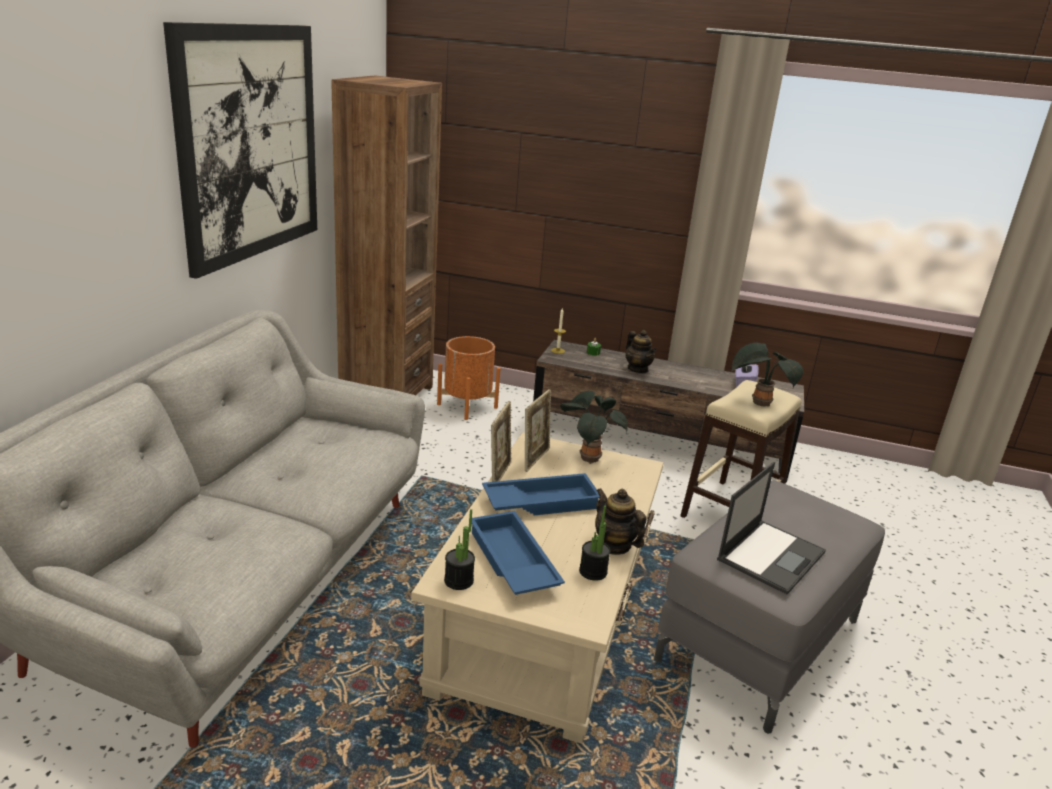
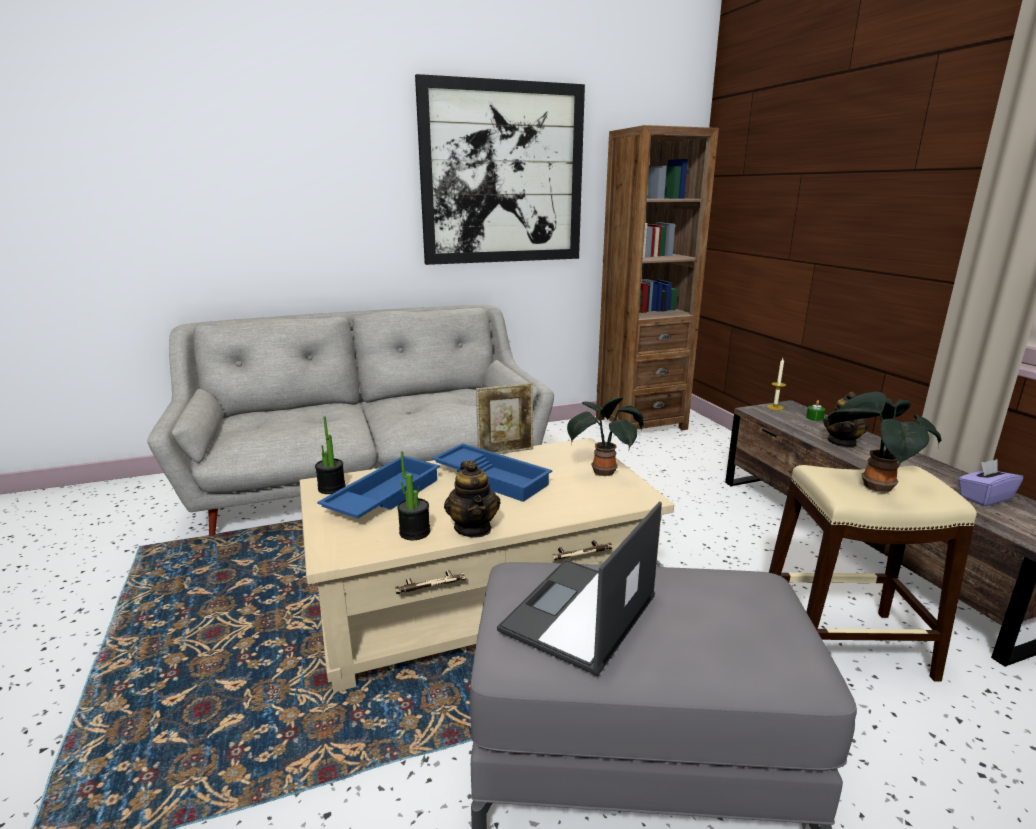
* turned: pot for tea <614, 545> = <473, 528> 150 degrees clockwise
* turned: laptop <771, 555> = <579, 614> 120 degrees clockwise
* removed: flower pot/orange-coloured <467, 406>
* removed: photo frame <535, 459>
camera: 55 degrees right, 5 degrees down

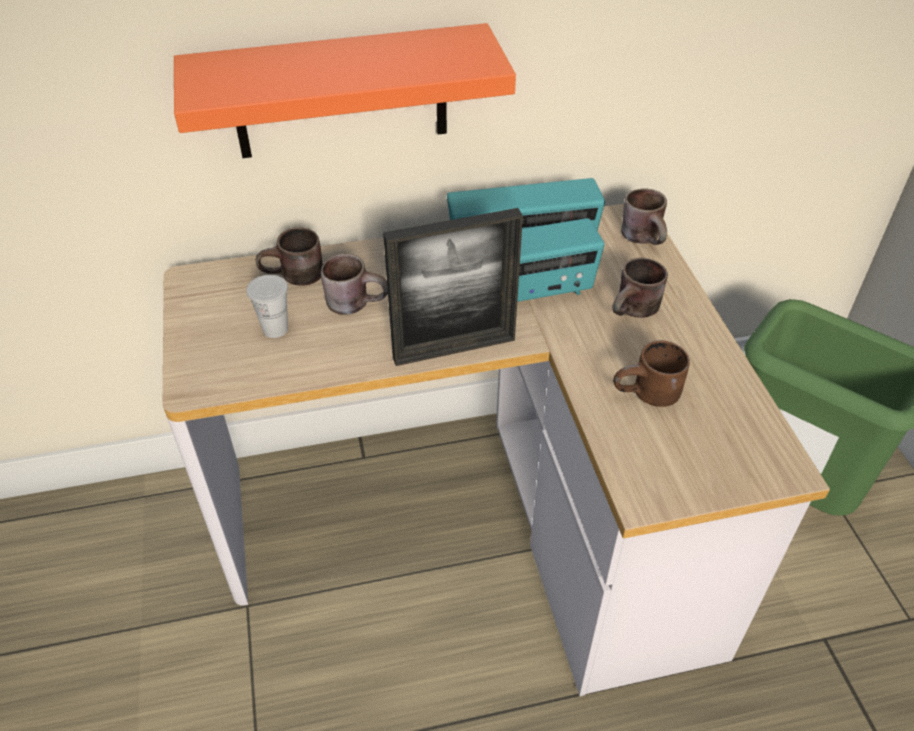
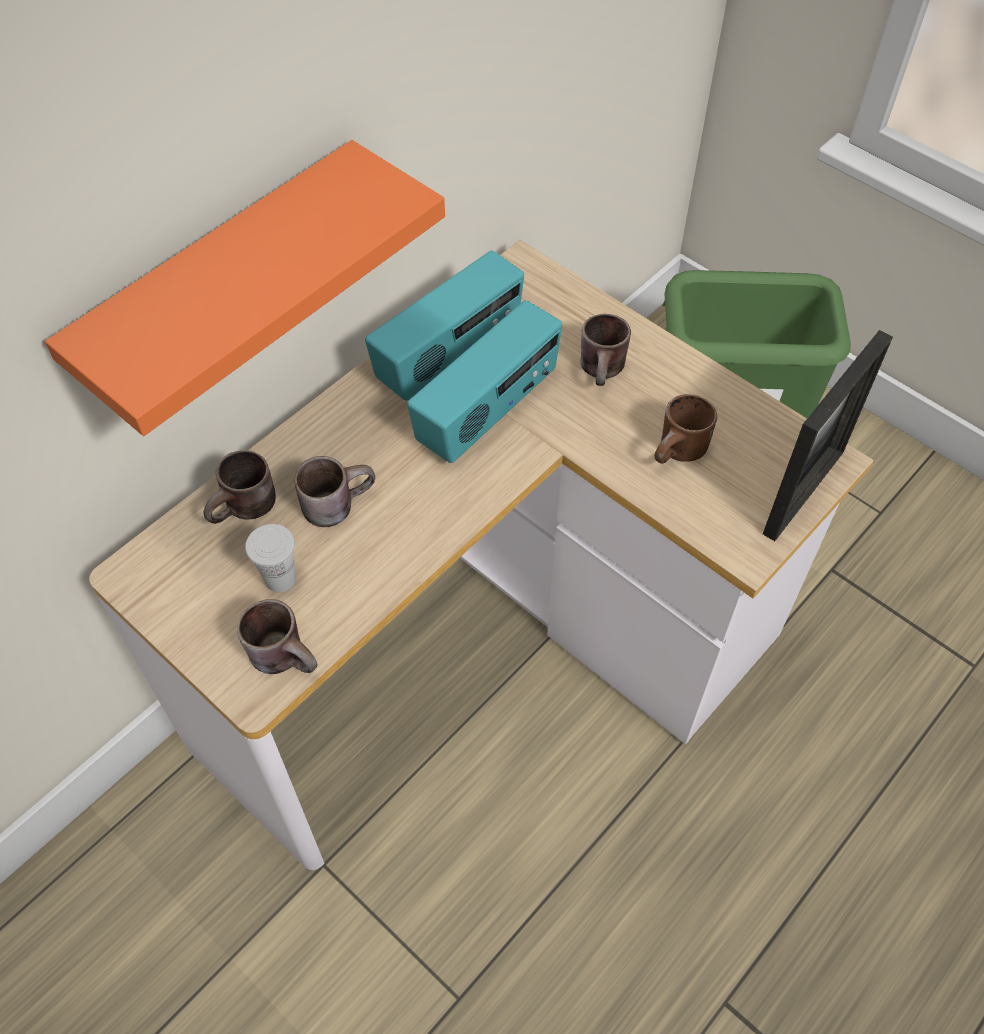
* moved: mug/brown-coloured <647, 238> to <287, 654>
* moved: photo frame <454, 349> to <803, 492>
camera: 35 degrees left, 10 degrees up

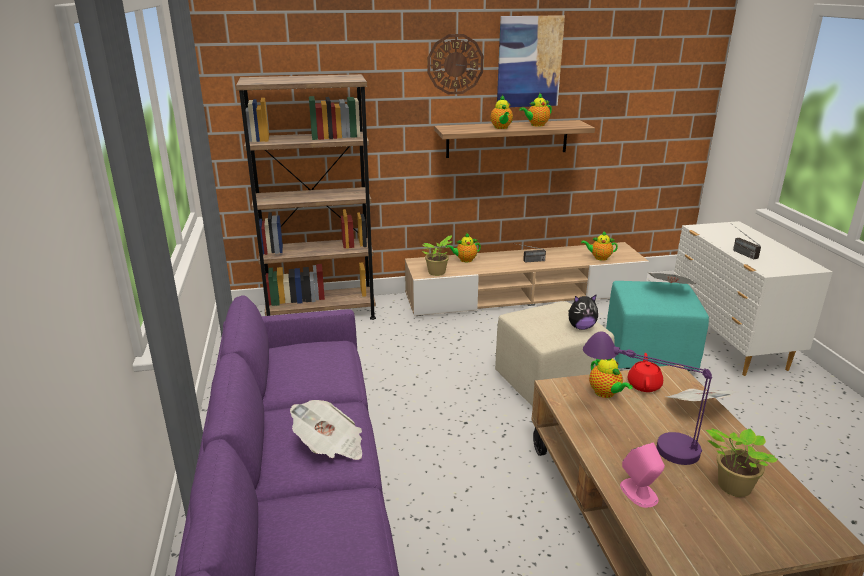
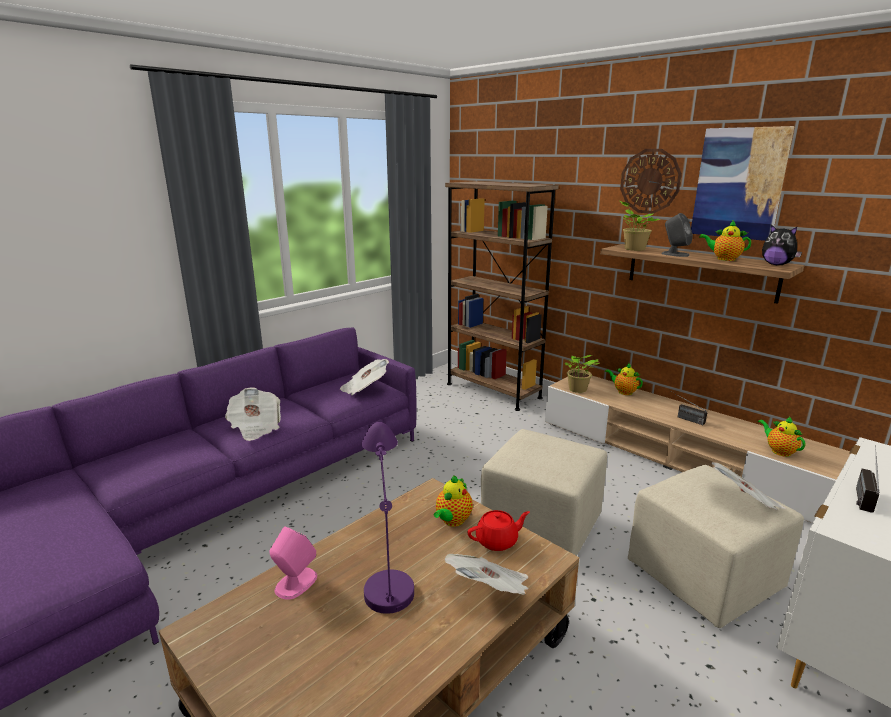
* added: newspaper <364, 389>
* moved: plant in a pot <731, 487> to <633, 249>
* recoloured: pouffe/turquoise-coloured <650, 354> to pouffe/beige <705, 578>
* replaced: pot for tea <501, 128> to audio speaker/grey <674, 254>
* moved: plush toy <581, 327> to <776, 265>
camera: 55 degrees right, 5 degrees down

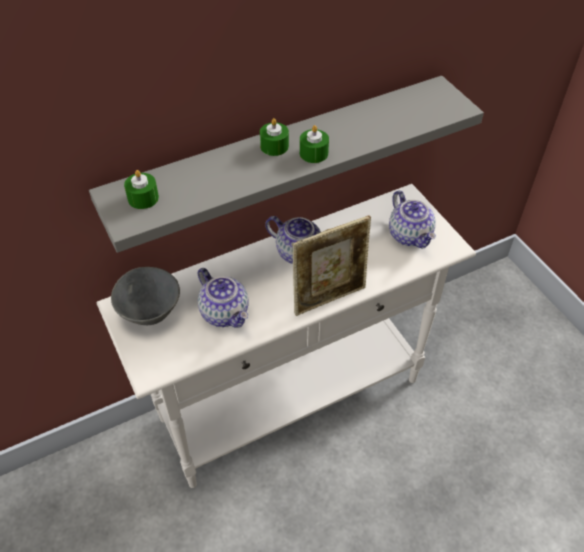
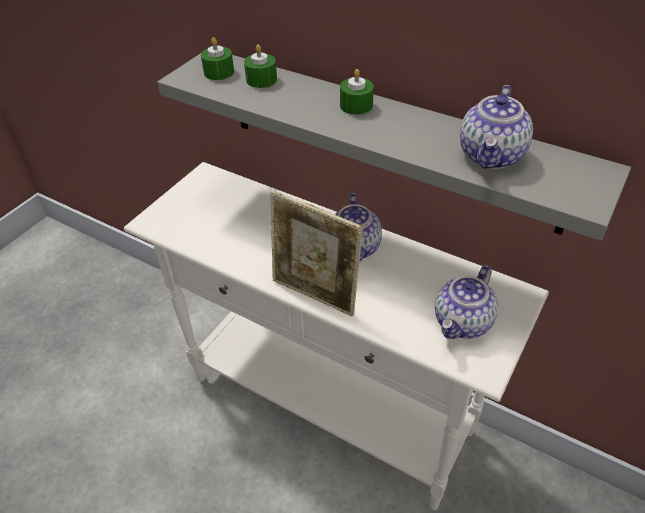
* moved: candle/greenish <313, 153> to <261, 80>
* moved: pot for tea <225, 313> to <492, 156>
* removed: bowl/grey <148, 313>
camera: 60 degrees right, 5 degrees down

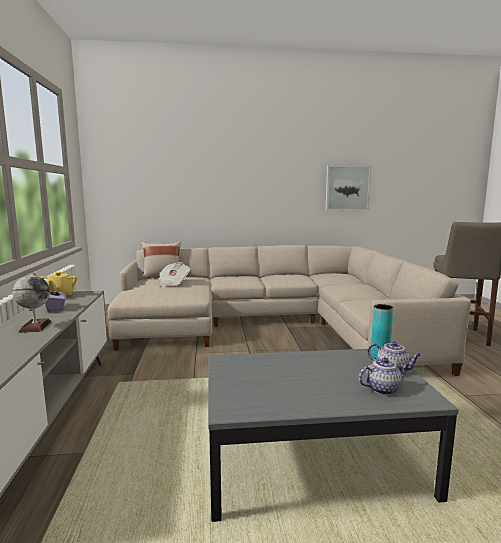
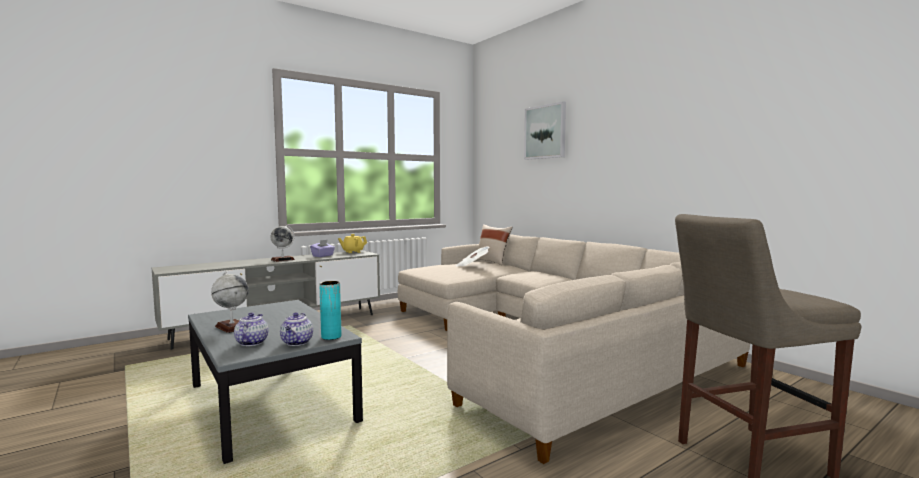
* added: desk globe <232, 327>
* turned: pot for tea <383, 389> = <251, 342> 135 degrees counterclockwise
* moved: wall picture <347, 188> to <545, 132>
camera: 60 degrees right, 5 degrees down

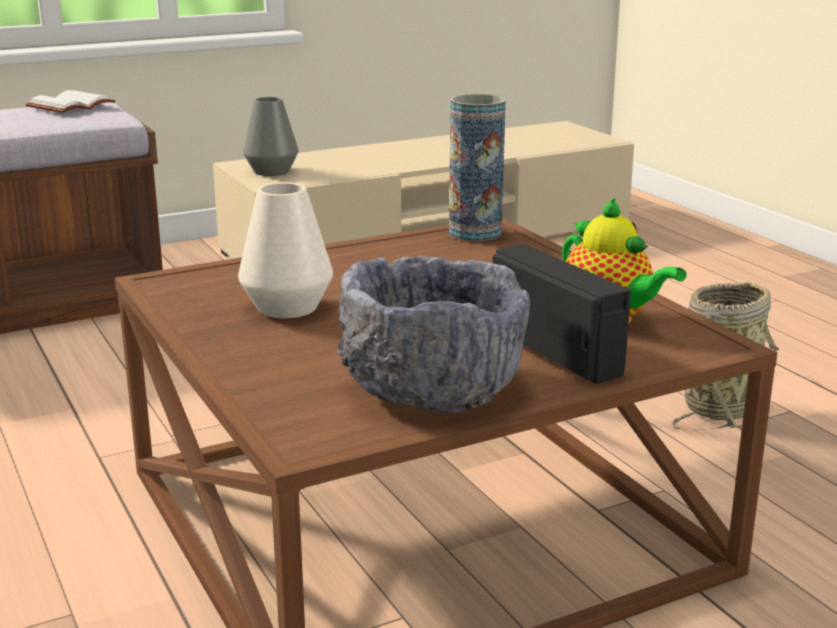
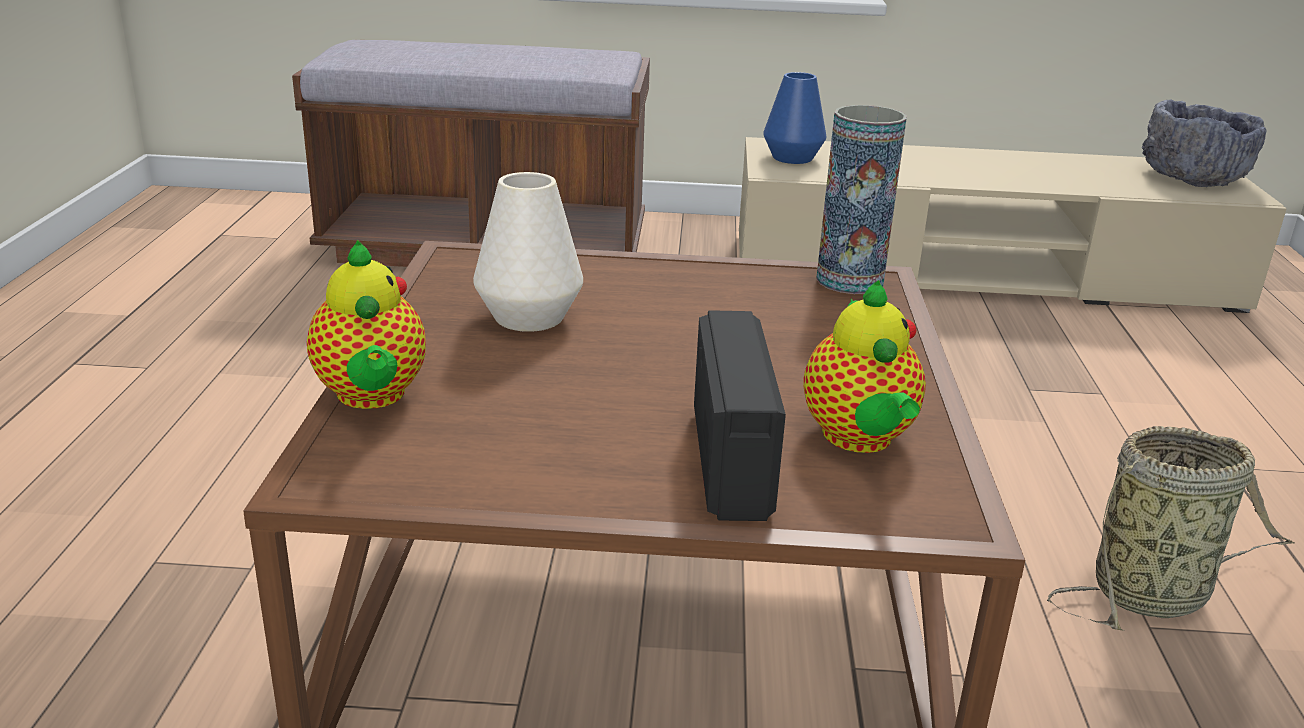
* added: pot for tea <372, 396>
* recoloured: decorative vase/grey <272, 171> to decorative vase/bluish <792, 158>
* moved: bowl/grey <432, 386> to <1193, 177>
* removed: bound book/whitish <71, 106>
camera: 30 degrees right, 5 degrees up

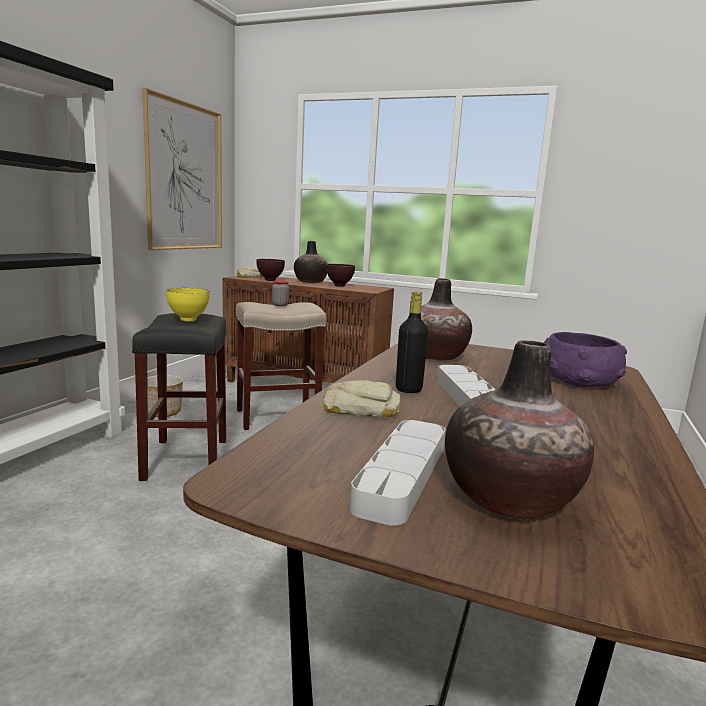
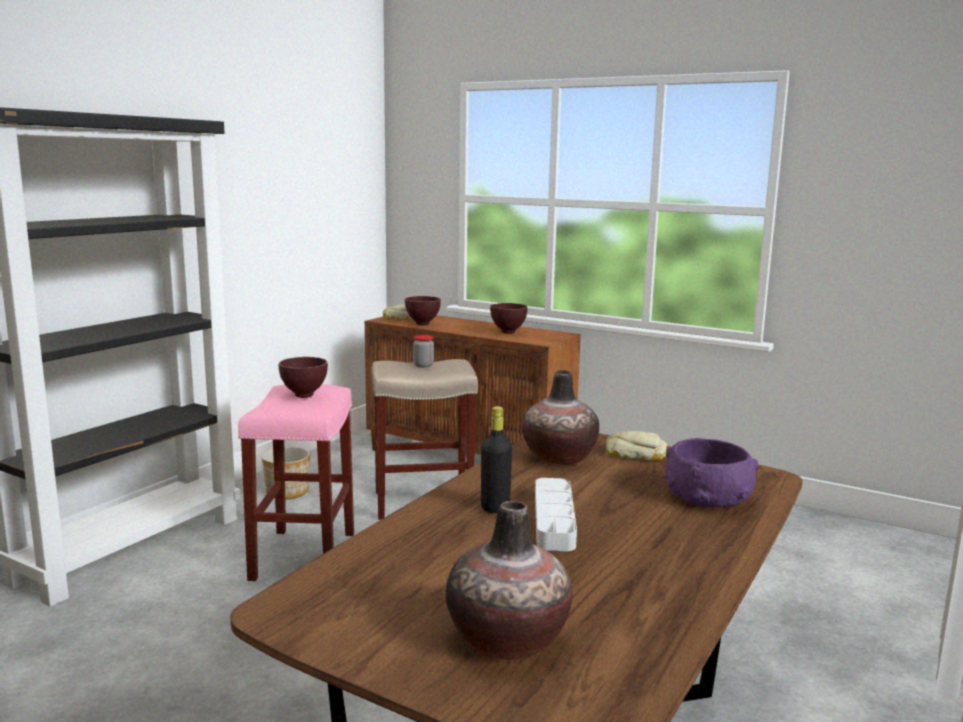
* recoloured: sitting stool/black-coloured <185, 458> to sitting stool/pinkish <303, 555>
* recoloured: bowl/yellow <188, 320> to bowl/brown-coloured <303, 395>
* moved: baked bread <360, 409> to <635, 453>
* removed: wall picture <185, 177>
* removed: decorative vase <310, 282>
* removed: serving tray/grey <402, 475>
camera: 10 degrees right, 0 degrees up

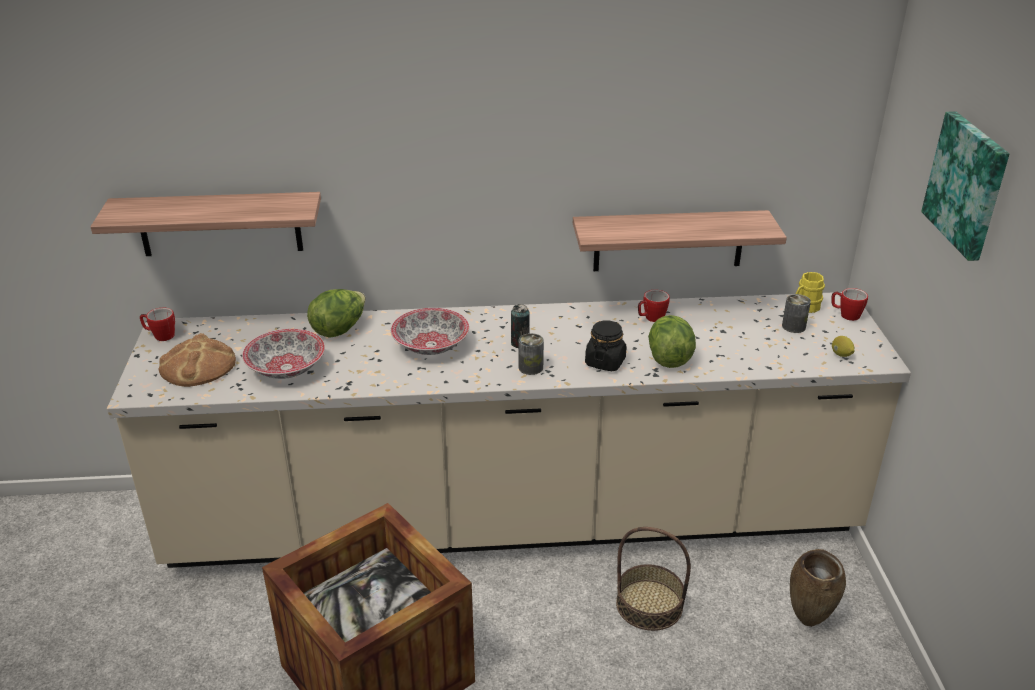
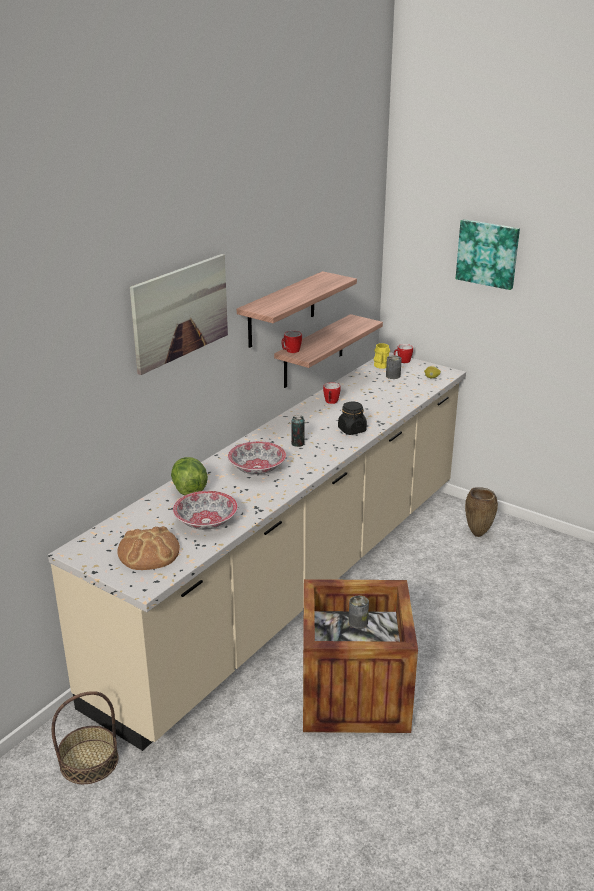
* moved: basket <649, 604> to <89, 761>
* added: wall picture <180, 312>
* moved: bracket shelf <220, 224> to <281, 310>
* moved: mug <160, 336> to <290, 351>
* moved: can <530, 367> to <358, 622>
* removed: head of lettuce <669, 357>
camera: 50 degrees left, 5 degrees down

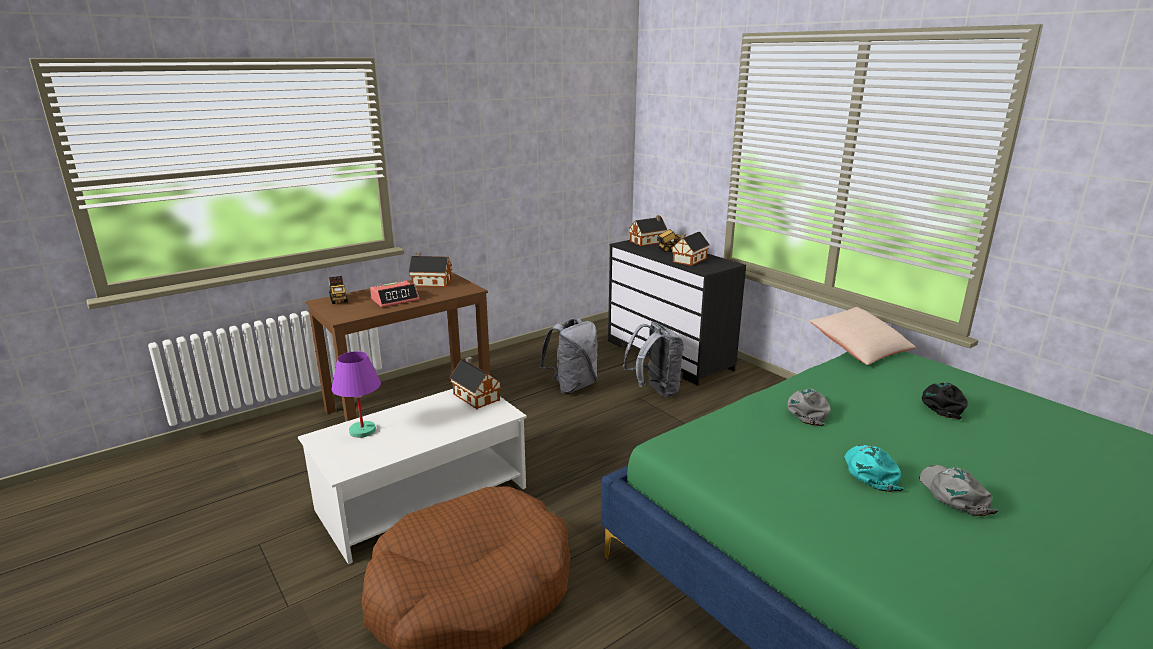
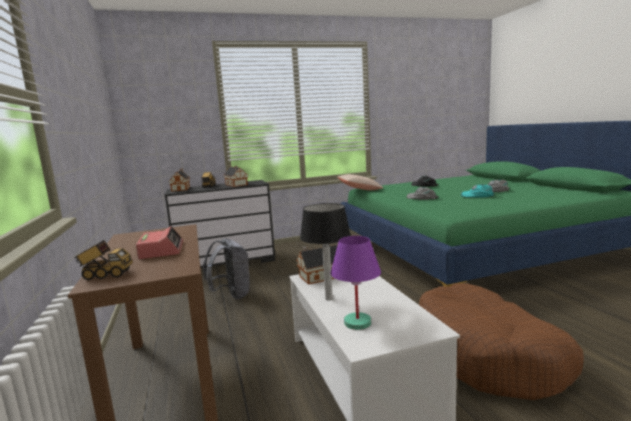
* added: lamp for a table <329, 298>
* removed: toy house <430, 283>
* removed: rucksack/grey <654, 391>
camera: 70 degrees left, 10 degrees down

